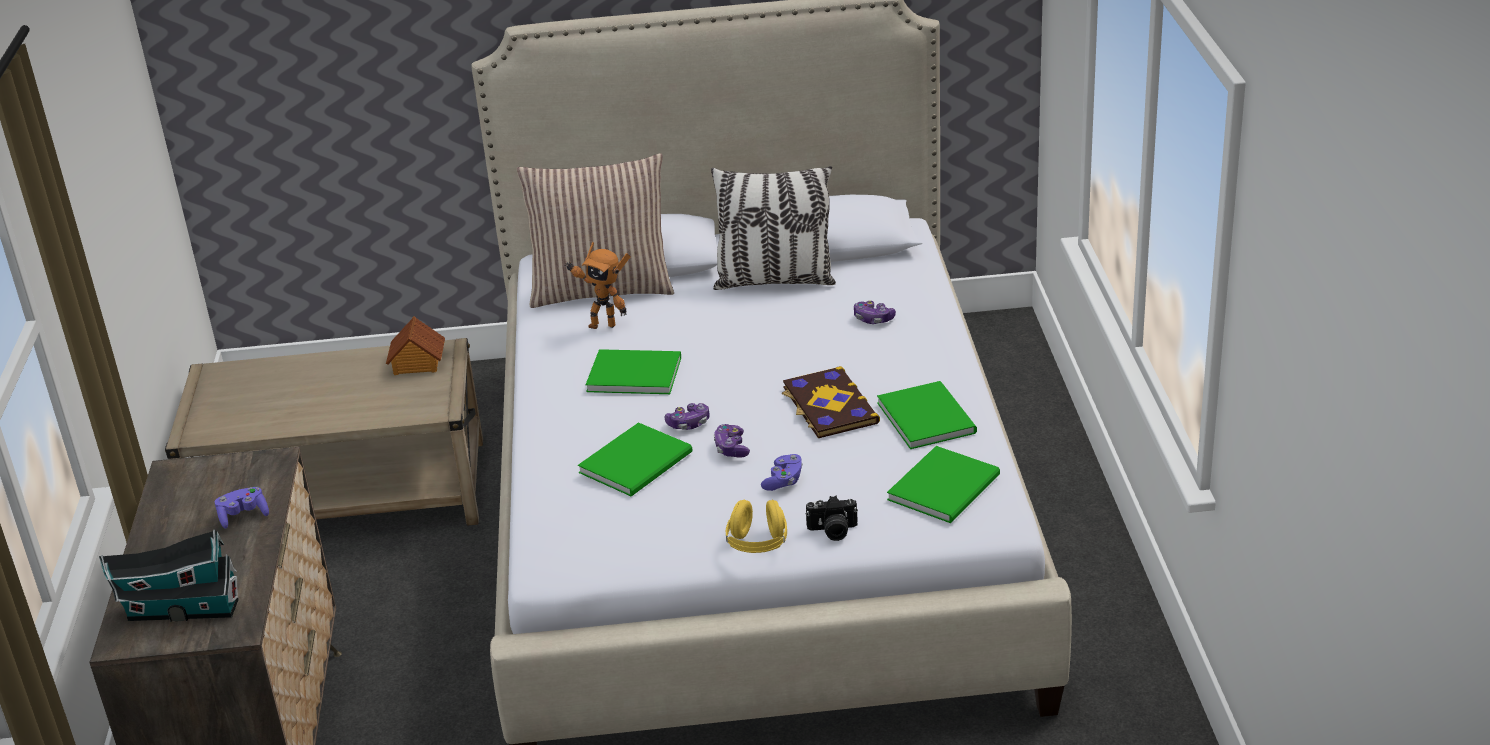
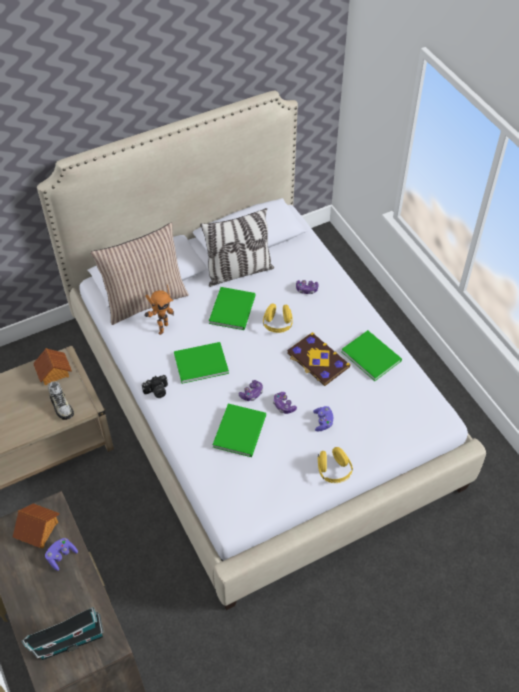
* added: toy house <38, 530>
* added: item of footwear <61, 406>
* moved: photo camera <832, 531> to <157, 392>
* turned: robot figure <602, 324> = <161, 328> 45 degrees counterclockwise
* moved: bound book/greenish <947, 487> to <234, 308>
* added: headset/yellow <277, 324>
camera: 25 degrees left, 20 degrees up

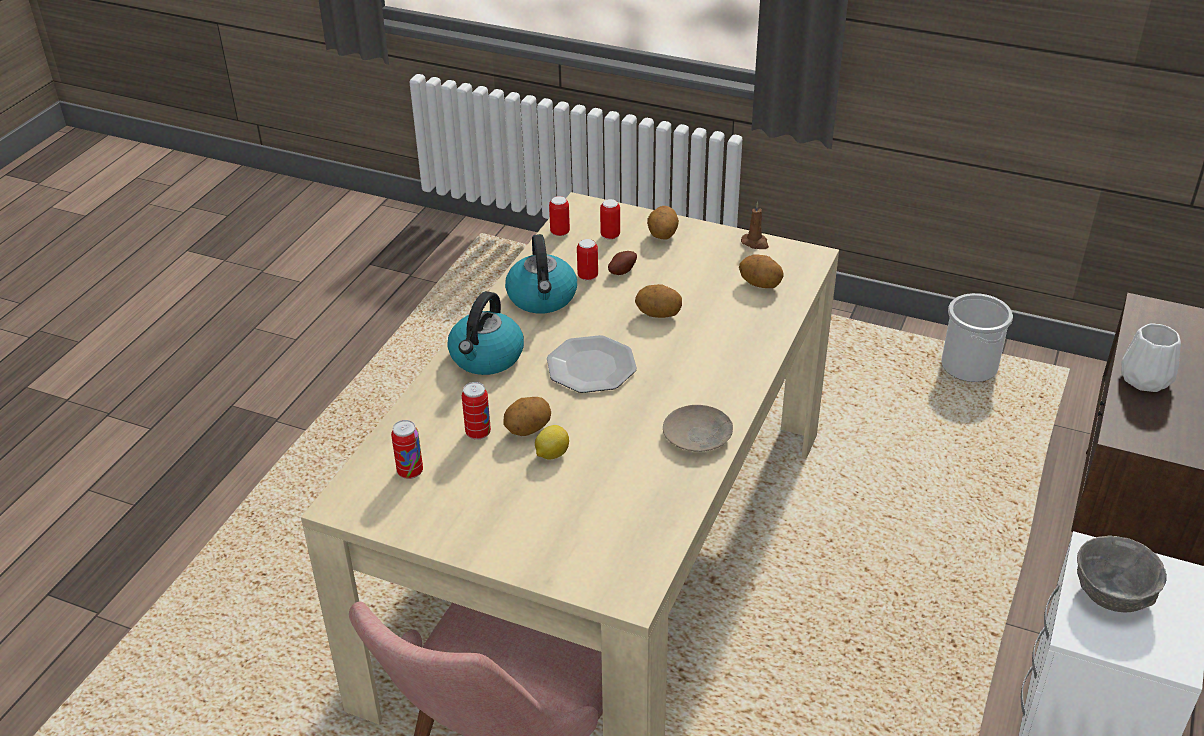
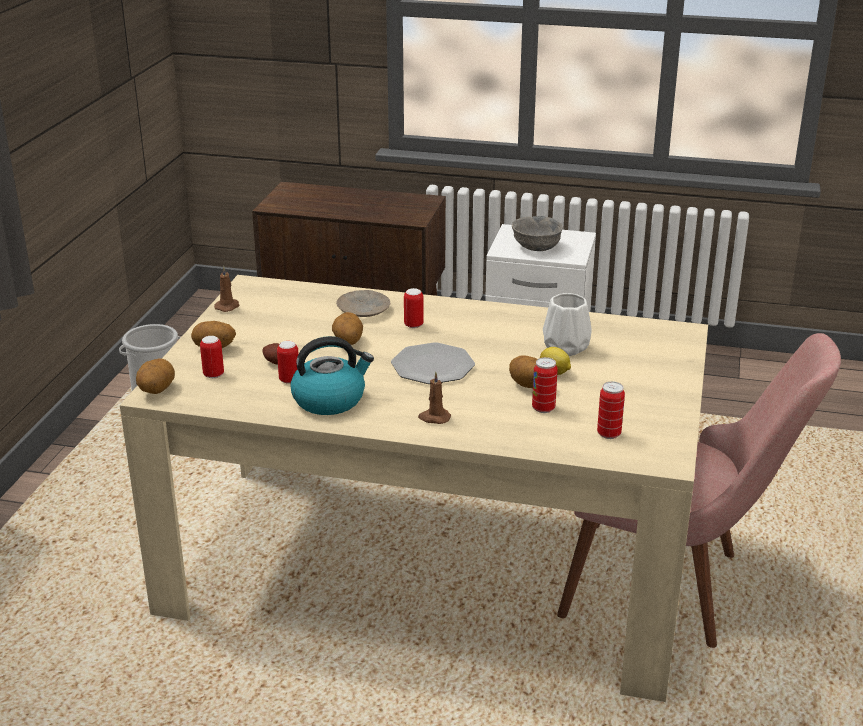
* moved: whole potato <760, 284> to <156, 390>
* moved: plate/beige <698, 436> to <363, 309>
* moved: can <560, 232> to <413, 325>
* replaced: kettle <486, 357> to candle/brown-coloured <434, 418>
* moved: decorative vase/whitish <1144, 380> to <567, 347>
camera: 100 degrees left, 10 degrees down

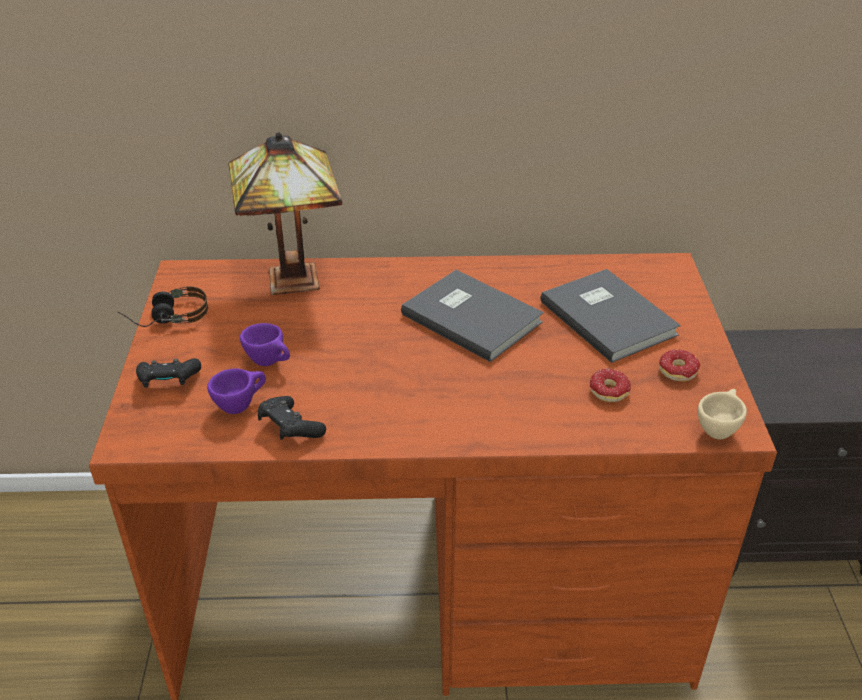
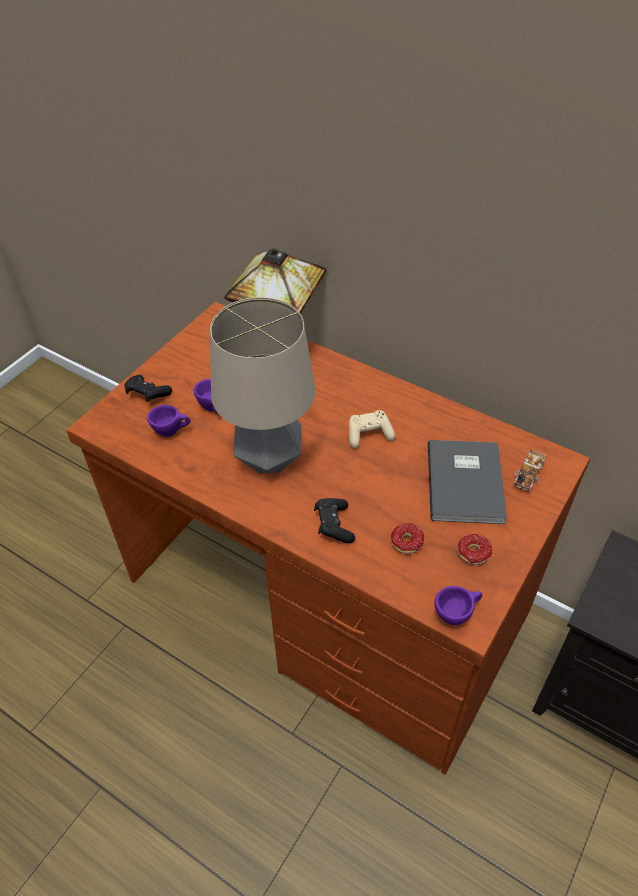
* added: lamp for a table <269, 459>
* moved: joypad/black-coloured <290, 429> to <333, 525>
* replaced: bound book/grey <472, 316> to joypad/beige <369, 435>
* recoloured: drinking cup/beige <717, 429> to drinking cup/purplish <456, 614>
* added: toy car <528, 475>
* removed: headset <166, 318>
camera: 35 degrees right, 10 degrees up

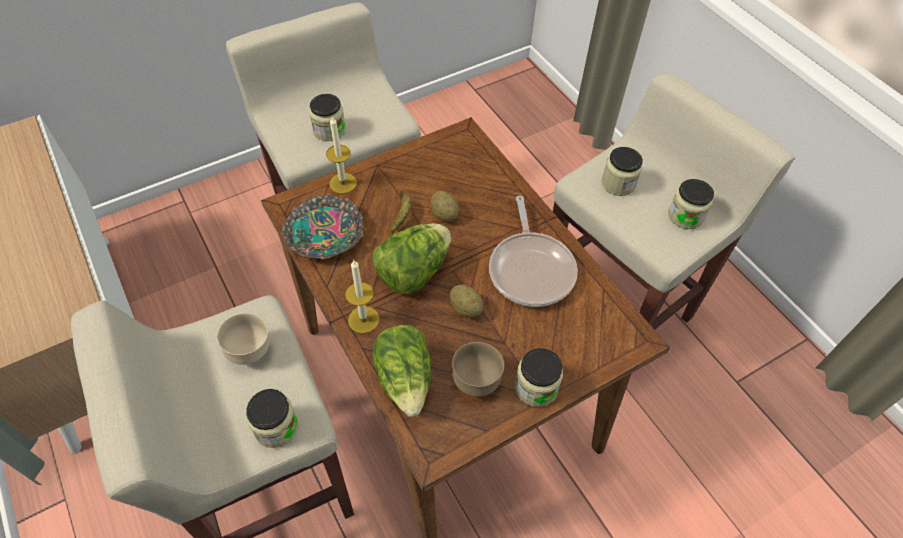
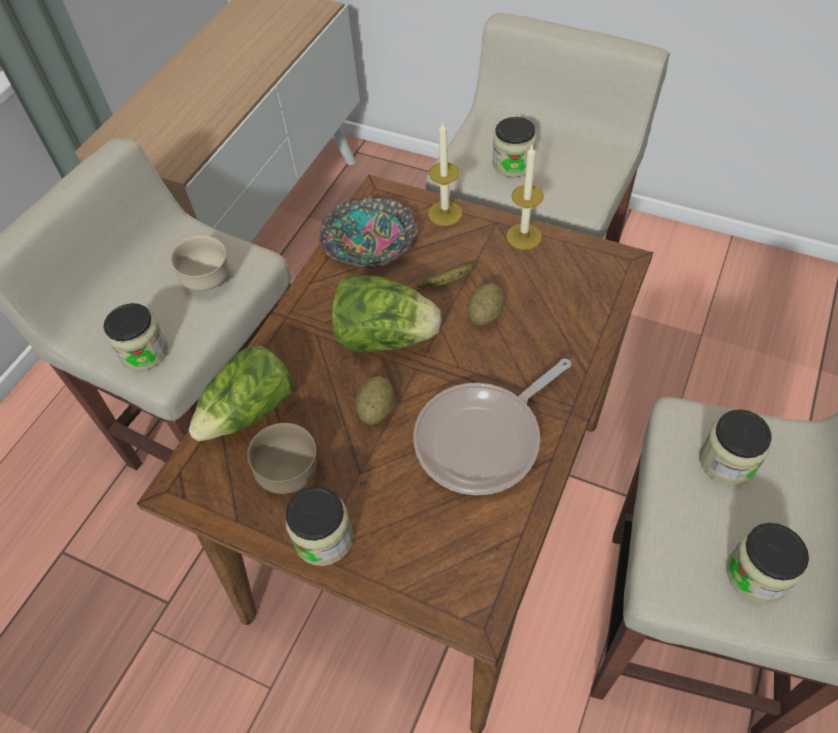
* moved: candle <363, 319> to <524, 236>
camera: 60 degrees right, 0 degrees up

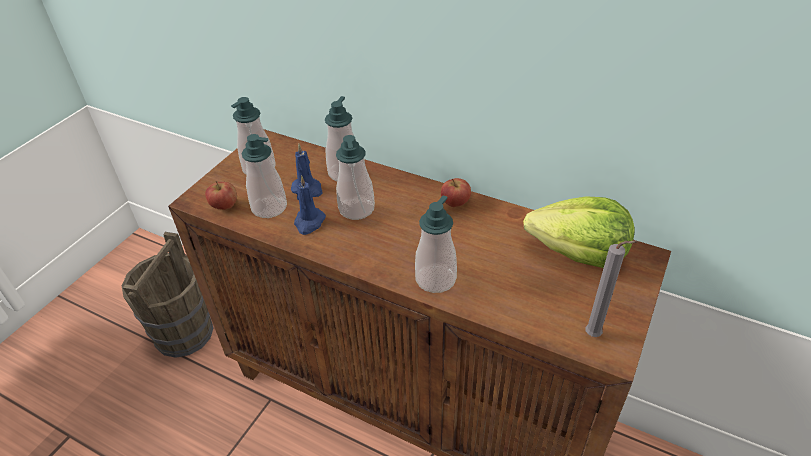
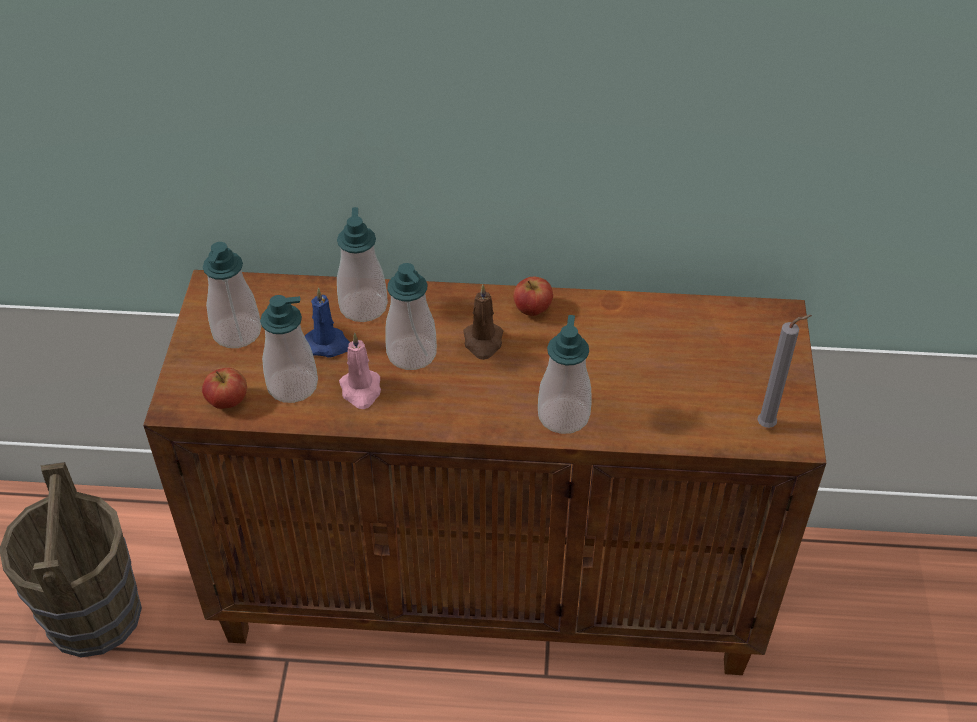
* recoloured: candle/bluish <309, 222> to candle/pinkish <361, 390>
* added: candle/brown-coloured <483, 342>
* removed: head of lettuce <579, 253>
camera: 25 degrees left, 5 degrees up

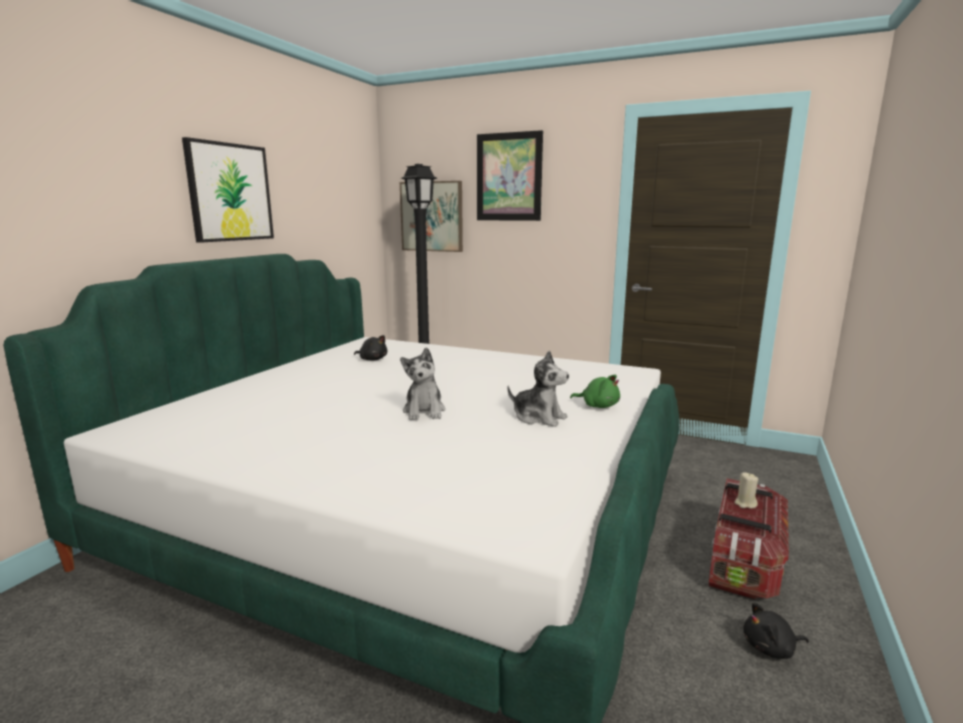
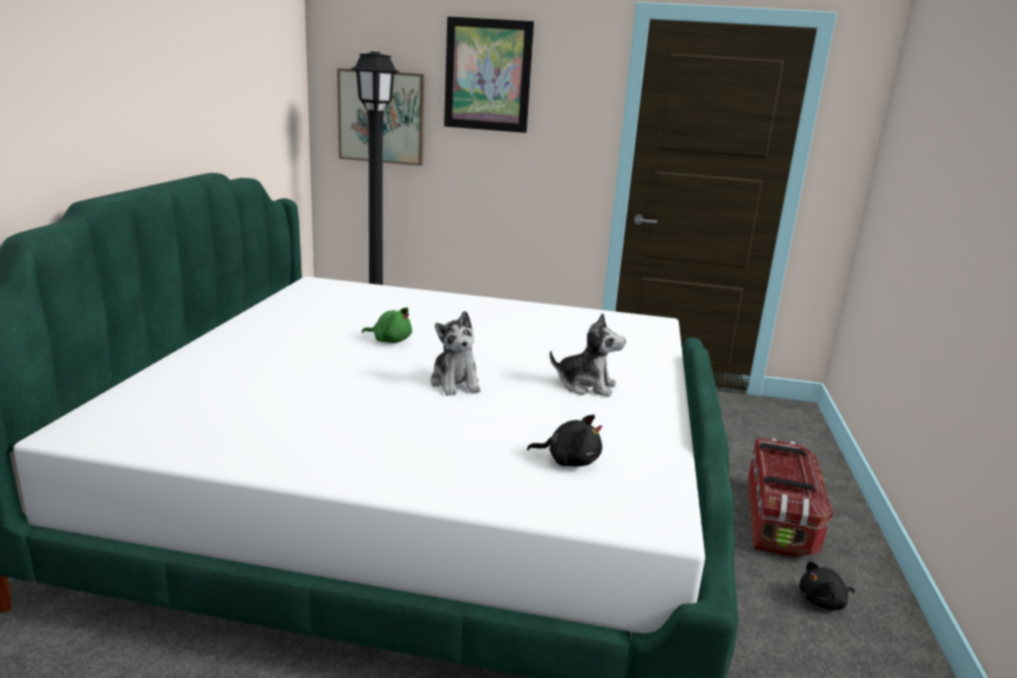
* moved: plush toy/greenish <598, 406> to <390, 340>
* moved: plush toy/black-coloured <372, 359> to <569, 460>
* removed: wall picture <230, 192>
* removed: candle/beige <745, 504>
camera: 15 degrees left, 5 degrees up

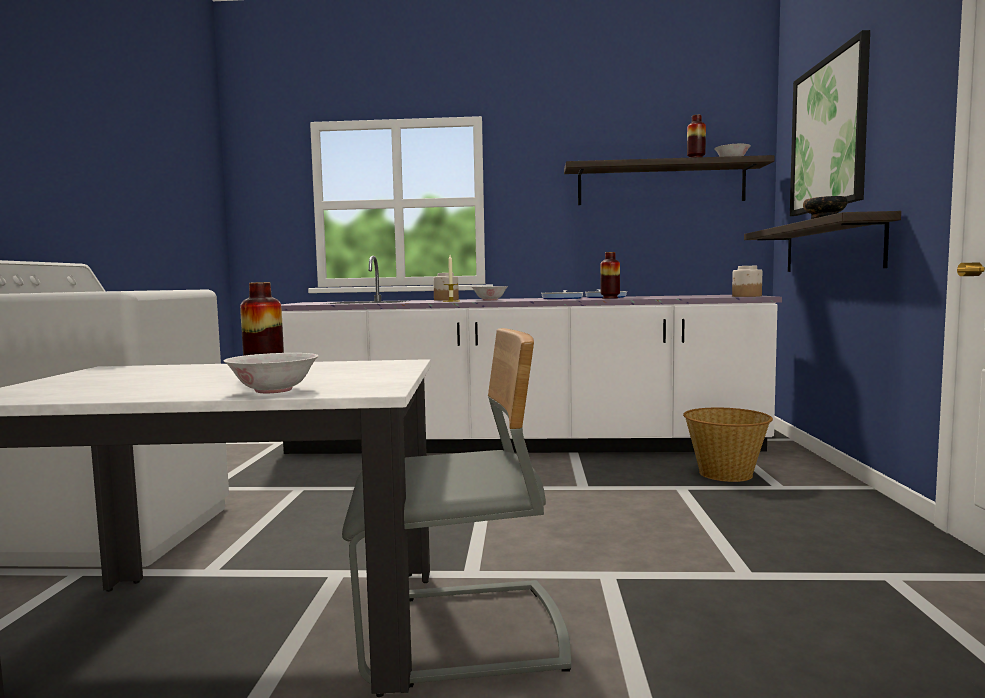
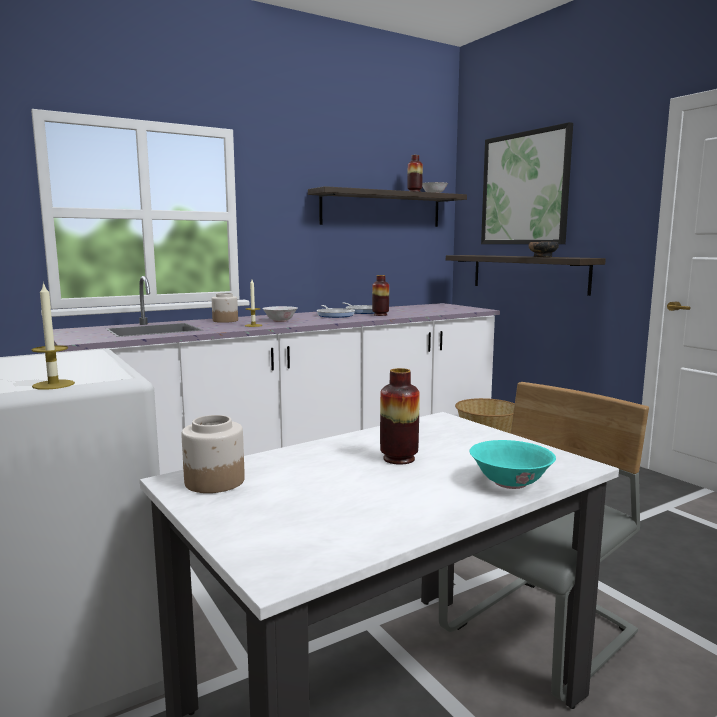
* added: candle <53, 385>
* moved: jar <746, 296> to <214, 482>
* recoloured: bowl/whitish <274, 390> to bowl/turquoise-coloured <510, 482>
camera: 35 degrees left, 5 degrees up

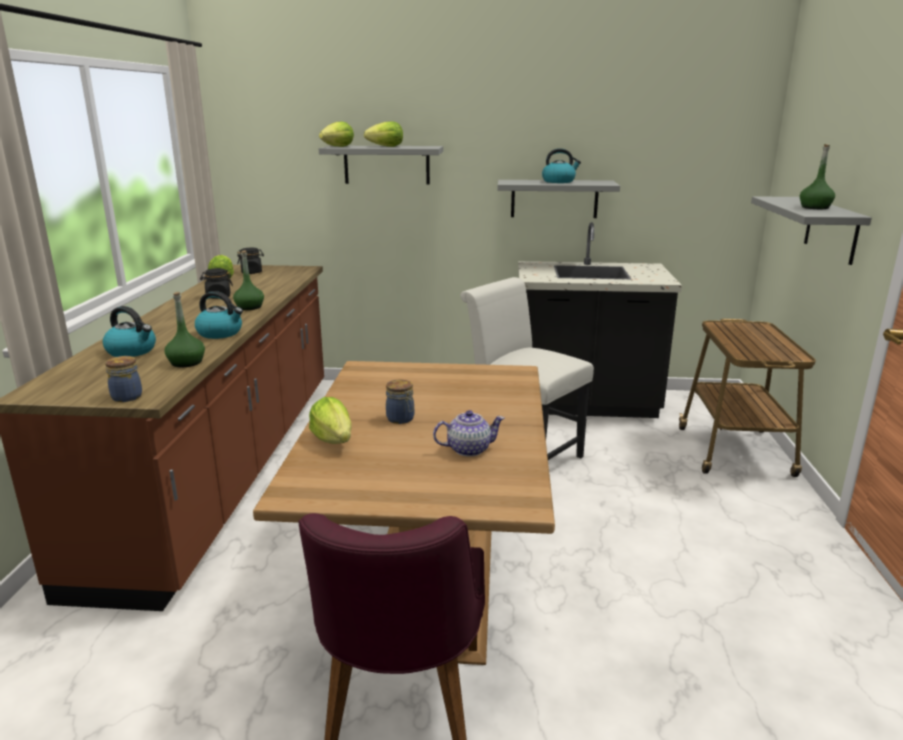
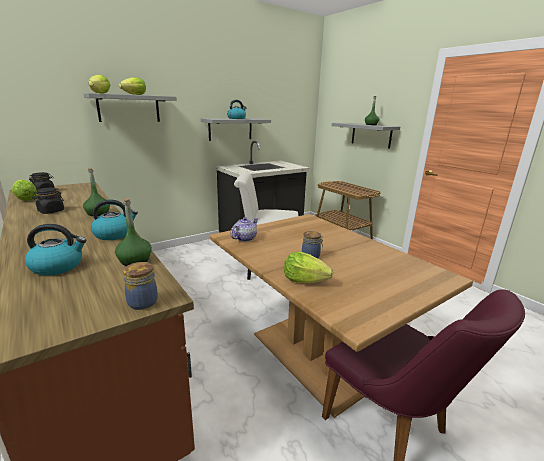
* moved: pot for tea <468, 449> to <244, 238>
camera: 40 degrees left, 0 degrees up

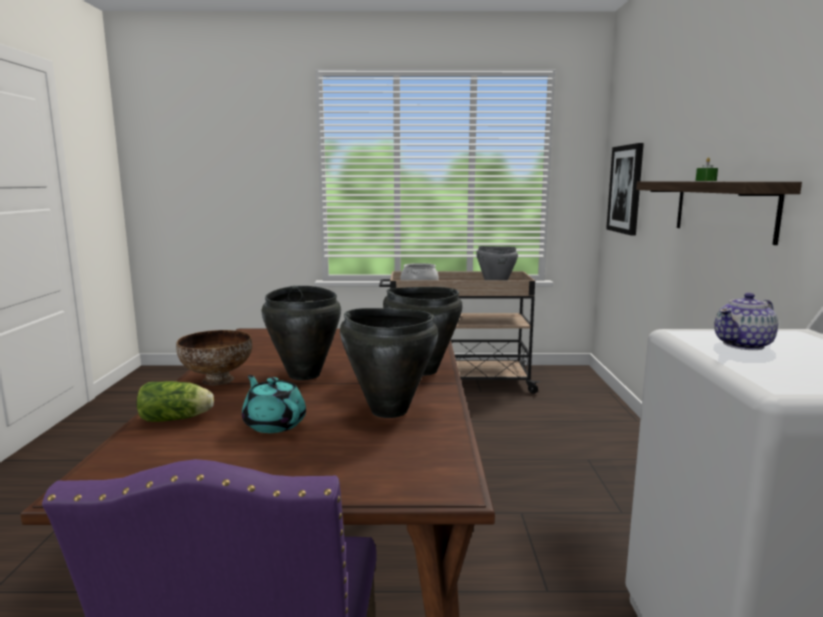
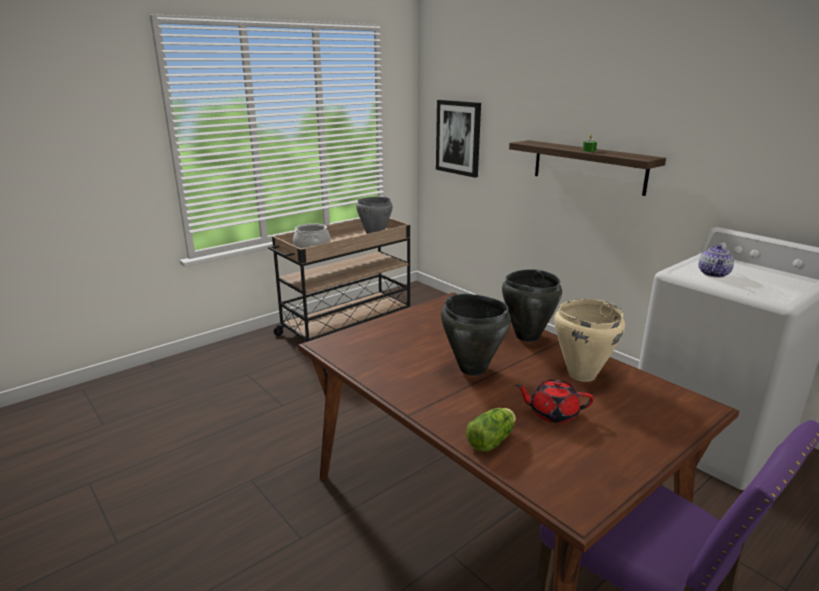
* recoloured: pot for tea/turquoise-coloured <274, 424> to pot for tea/red-coloured <552, 413>
* recoloured: cooking pot/black-coloured <388, 410> to cooking pot/beige <581, 374>
* removed: bowl <216, 380>
camera: 40 degrees left, 10 degrees up

